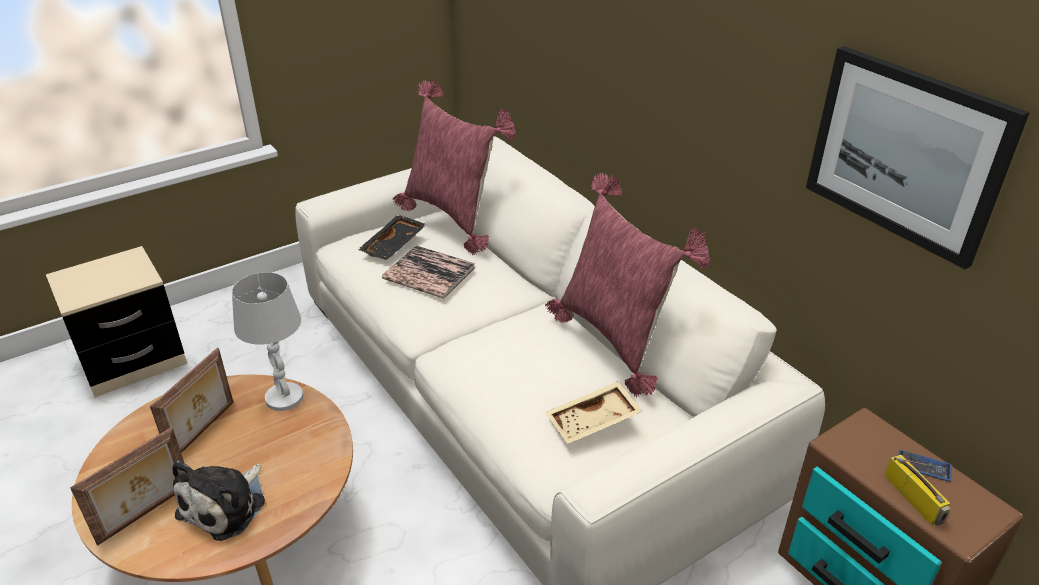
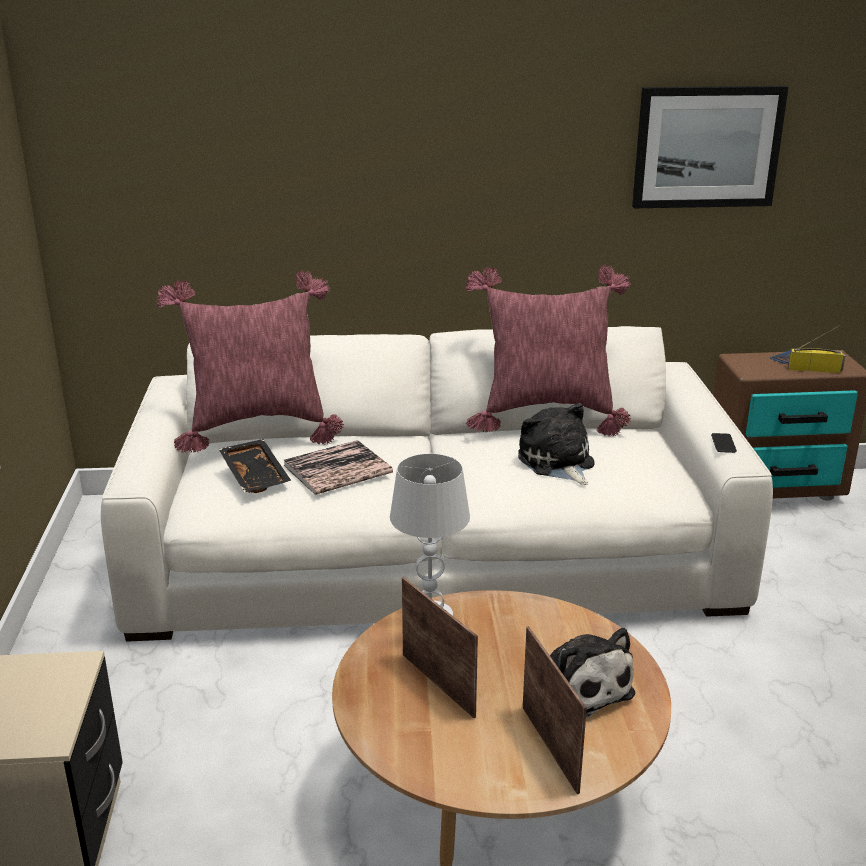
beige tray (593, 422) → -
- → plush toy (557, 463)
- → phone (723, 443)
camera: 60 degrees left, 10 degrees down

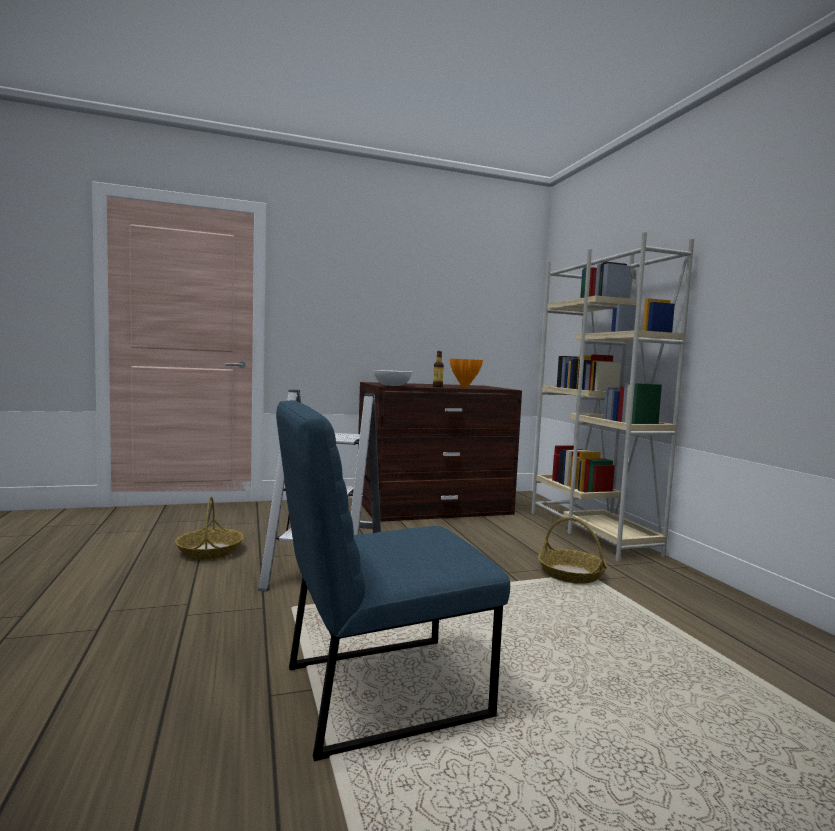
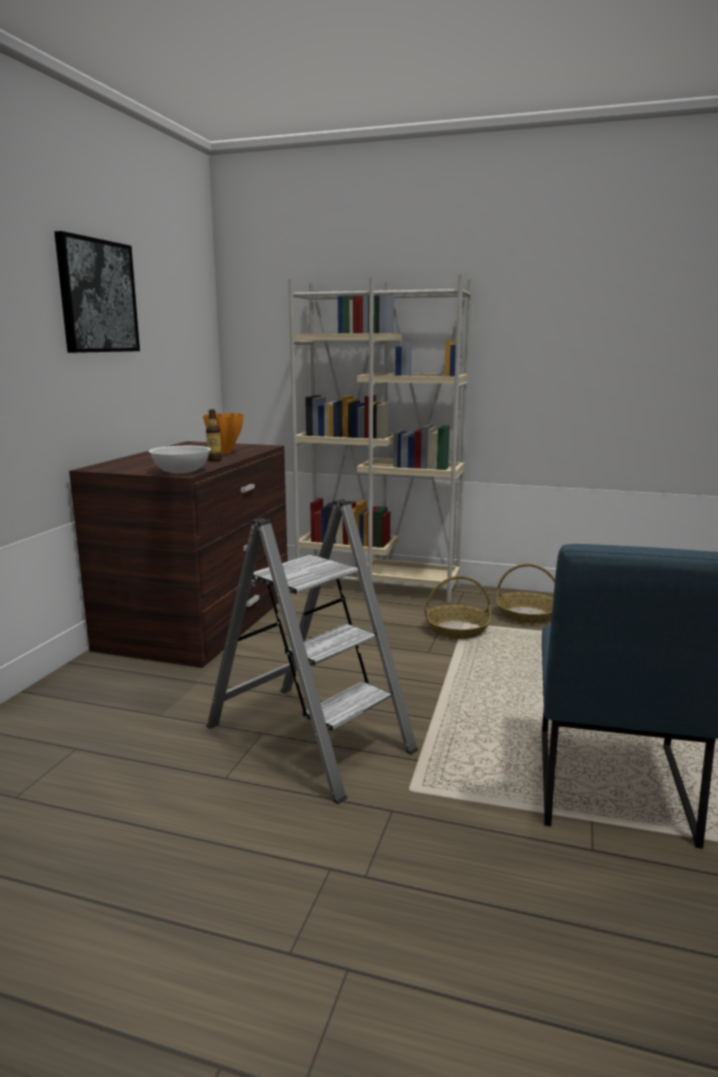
basket (209, 551) → basket (526, 615), relocated
- → picture (97, 296)
camera: 55 degrees left, 10 degrees up

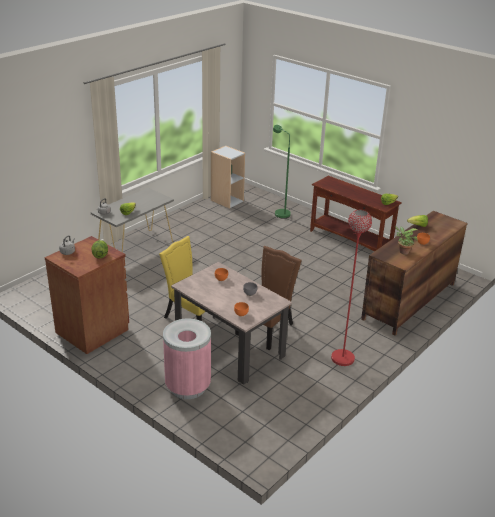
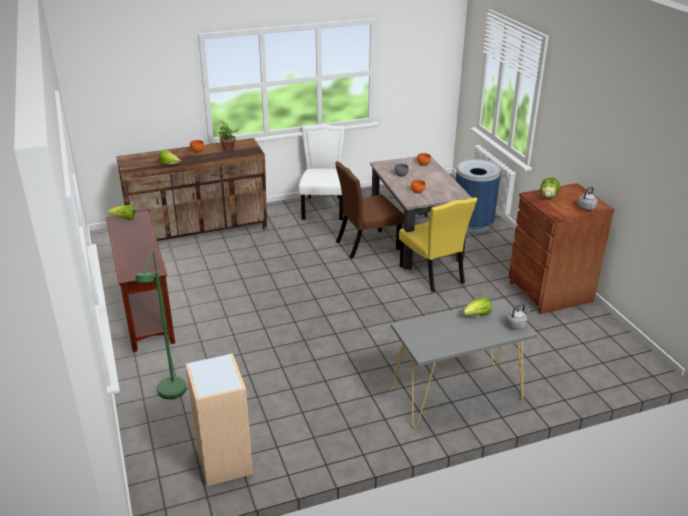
pink trash can (188, 386) → blue trash can (472, 224)
red floor lamp (342, 358) → white chair (323, 209)
camera: 150 degrees left, 0 degrees up

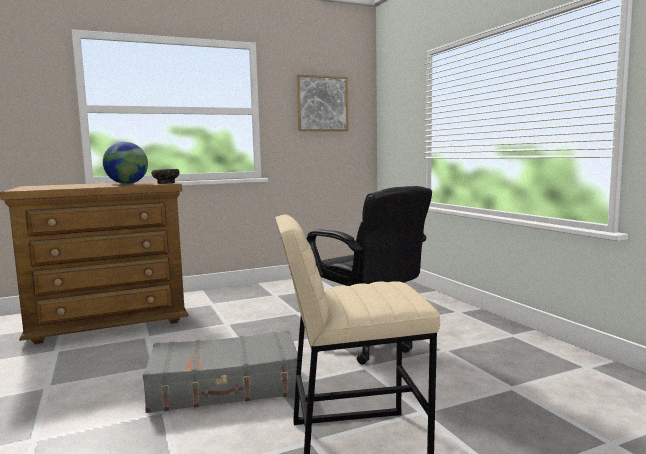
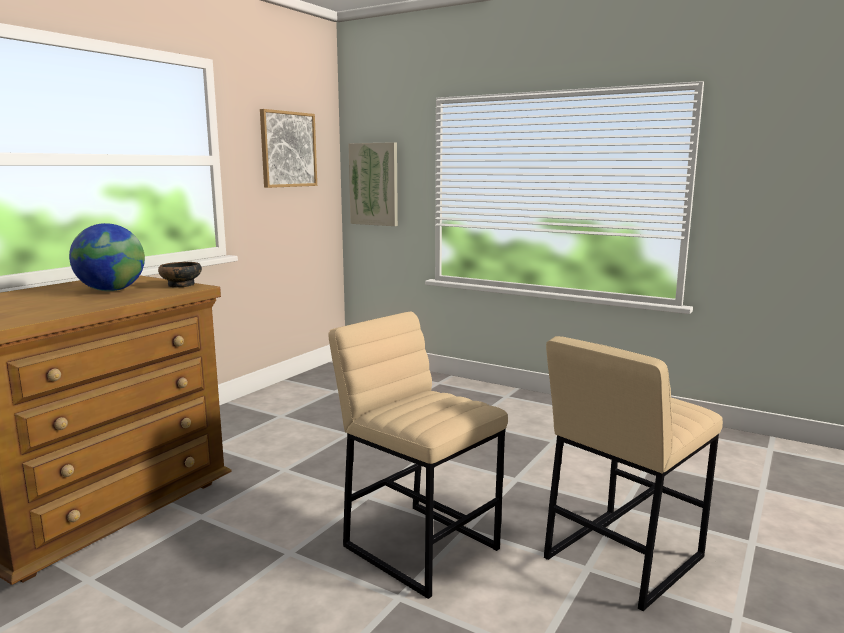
grey suitcase (226, 386) → beige chair (418, 545)
black office chair (371, 347) → -
- → picture (374, 184)
camera: 35 degrees left, 5 degrees up

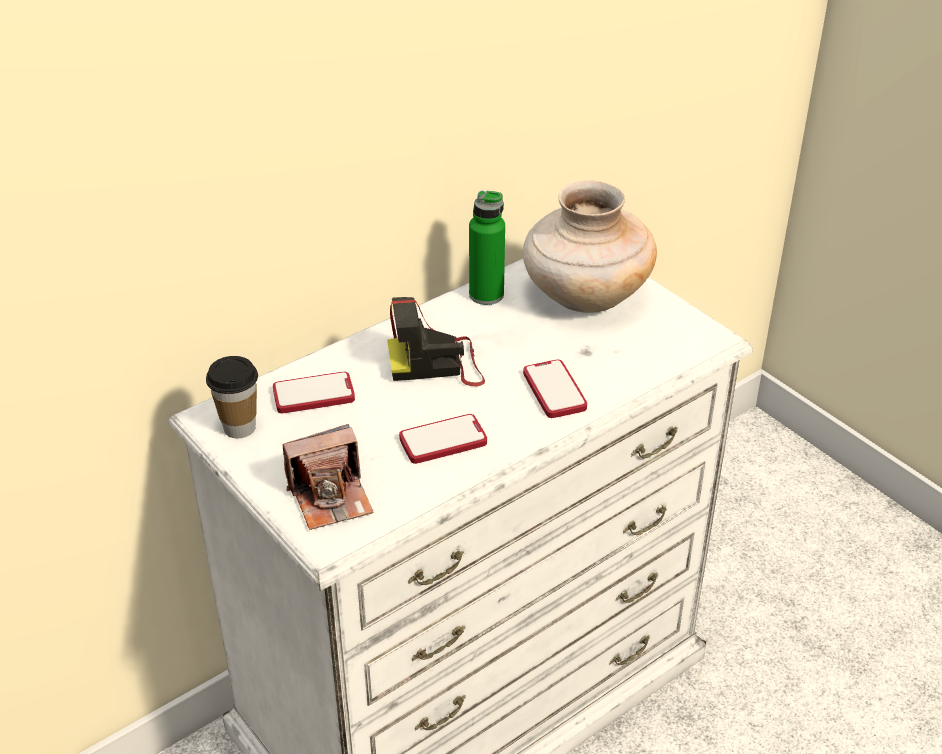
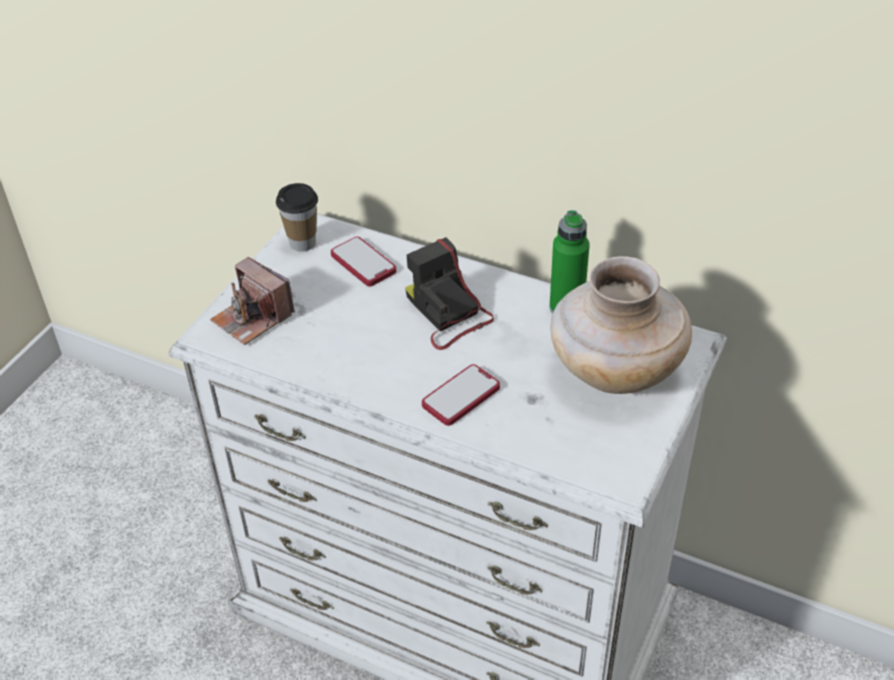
phone (443, 441) → -
camera: 65 degrees right, 5 degrees up

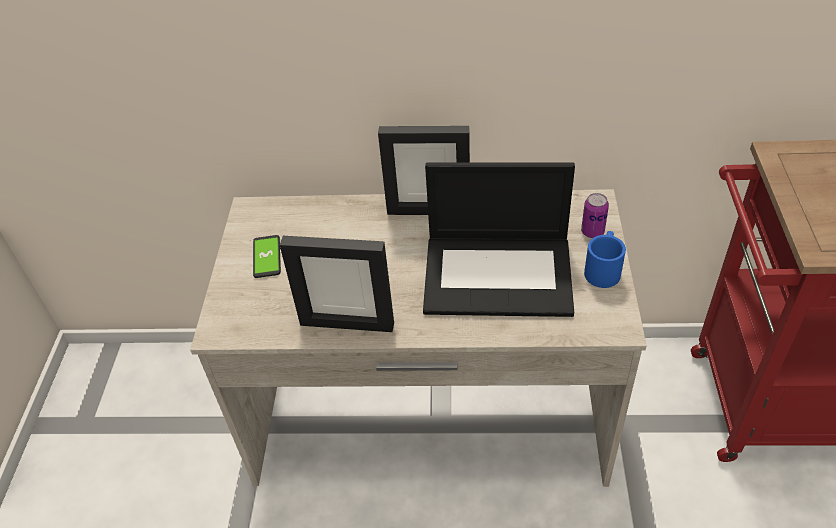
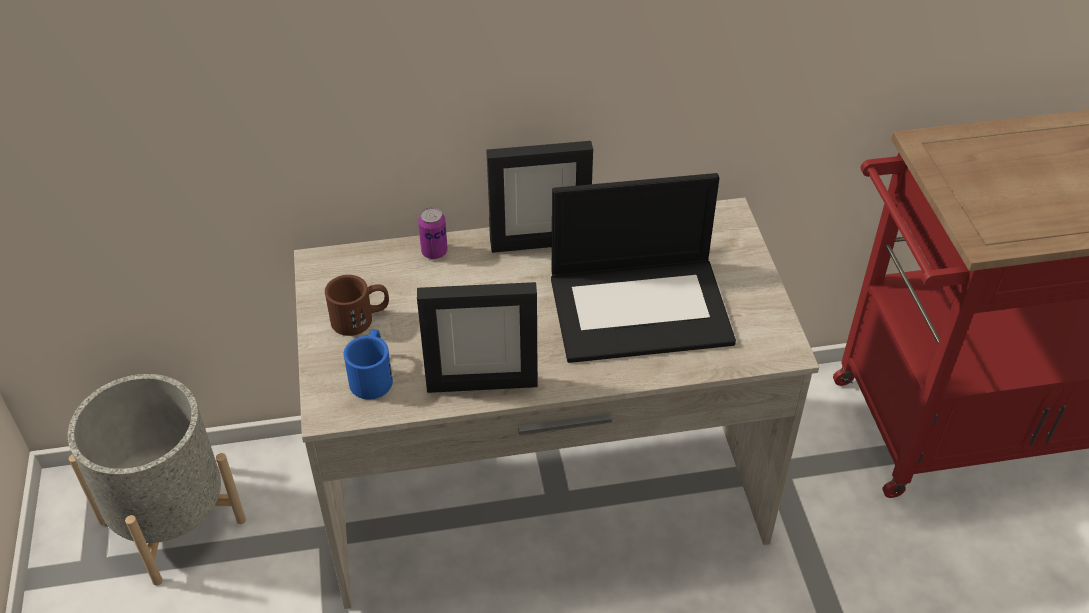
phone (267, 257) → brown mug (361, 318)
can (592, 232) → can (434, 252), relocated
blue mug (603, 268) → blue mug (373, 375), relocated
- → grey planter (172, 520)
camera: 15 degrees left, 0 degrees up

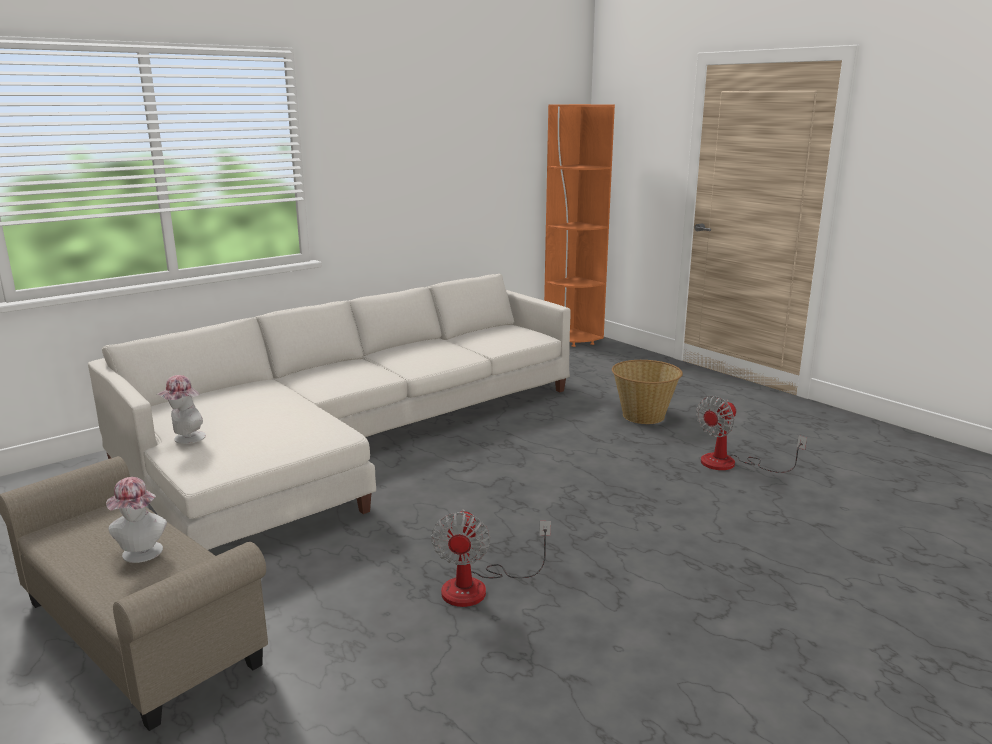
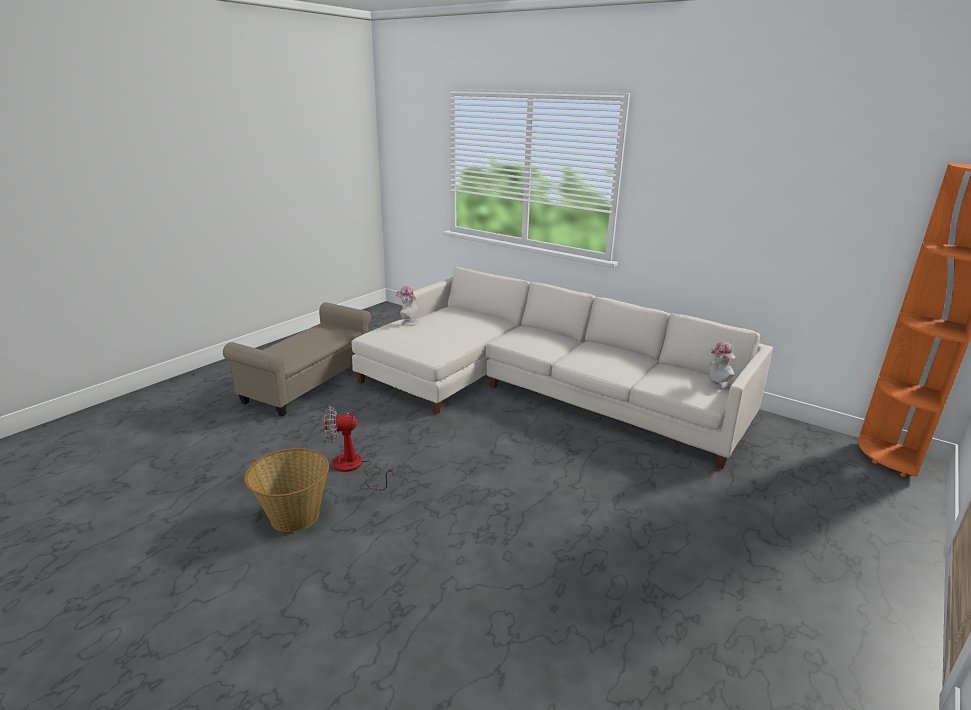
hat (141, 555) → hat (716, 384), relocated
basket (643, 416) → basket (293, 516), relocated
fan (731, 464) → -
camera: 75 degrees right, 5 degrees up

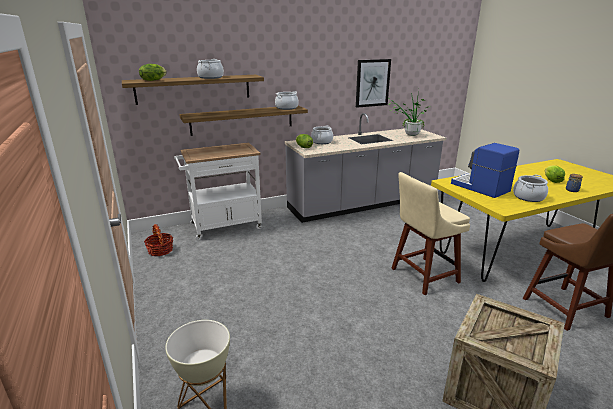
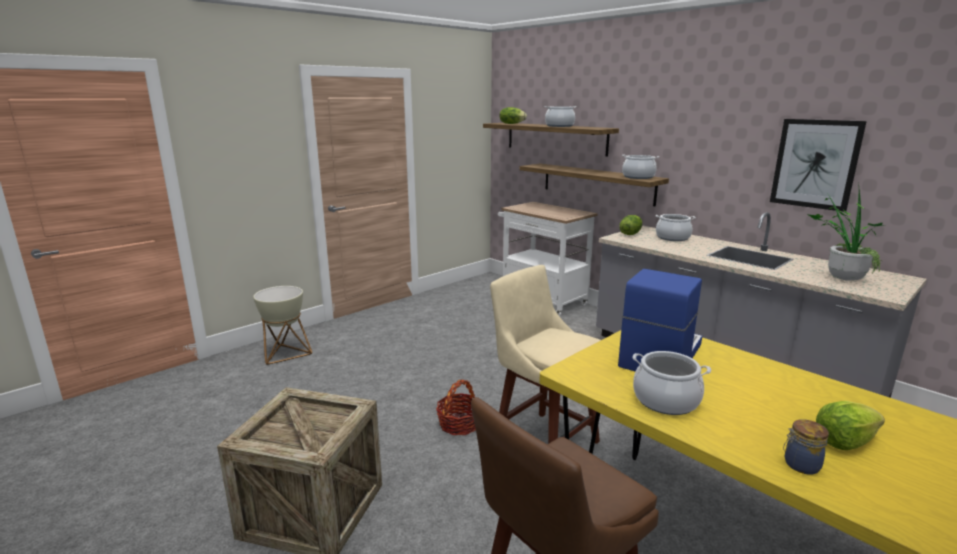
basket (160, 250) → basket (459, 424), relocated
camera: 70 degrees right, 5 degrees down

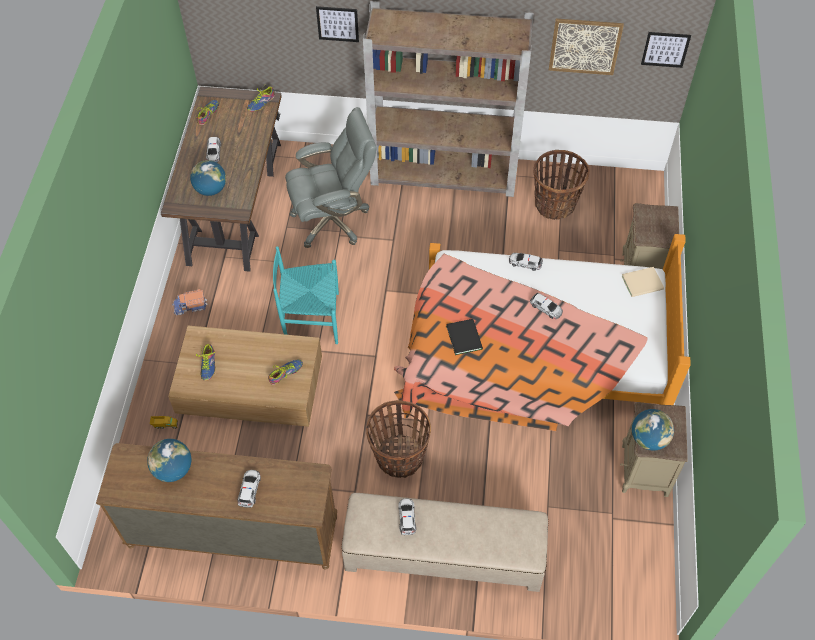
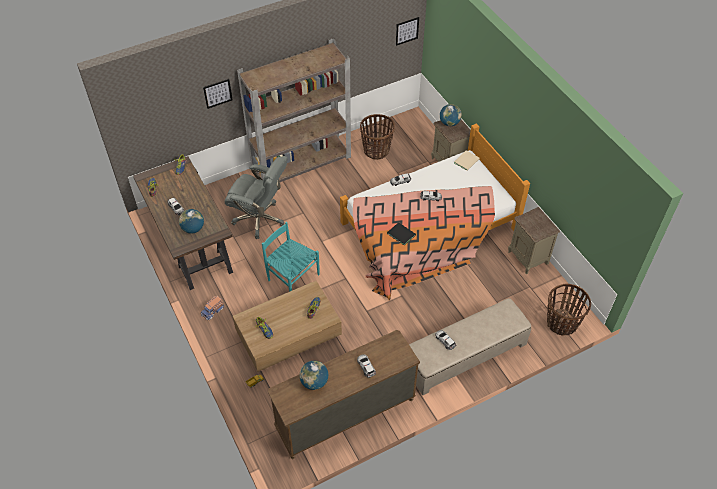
turquoise chair (311, 319) → turquoise chair (292, 278), 75 degrees clockwise
grey office chair (334, 222) → grey office chair (260, 220), 75 degrees clockwise
basket (399, 457) → basket (561, 323), relocated
picture (585, 46) → -
globe (648, 439) → globe (449, 123), relocated
camera: 35 degrees left, 5 degrees down

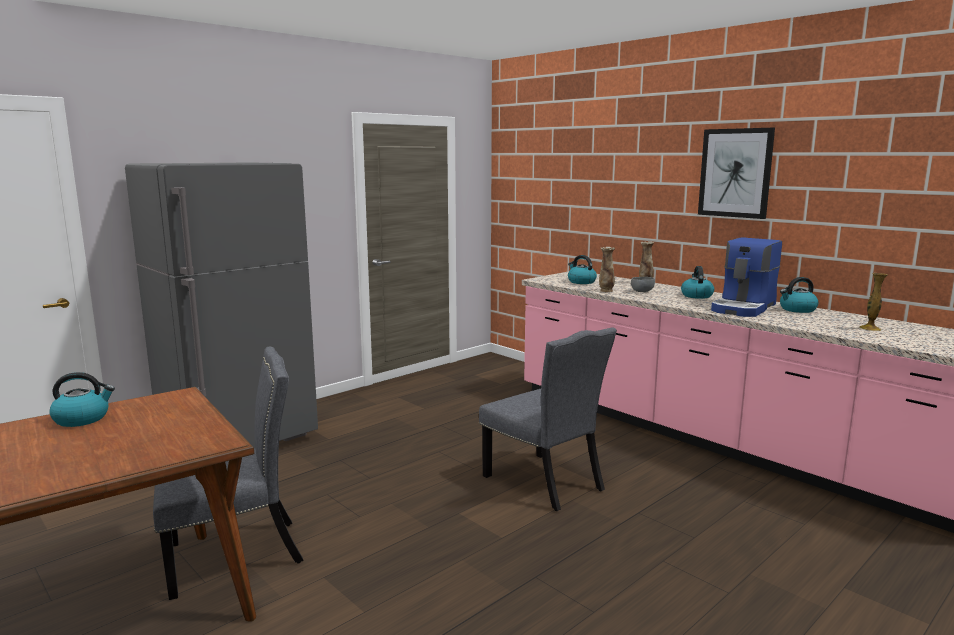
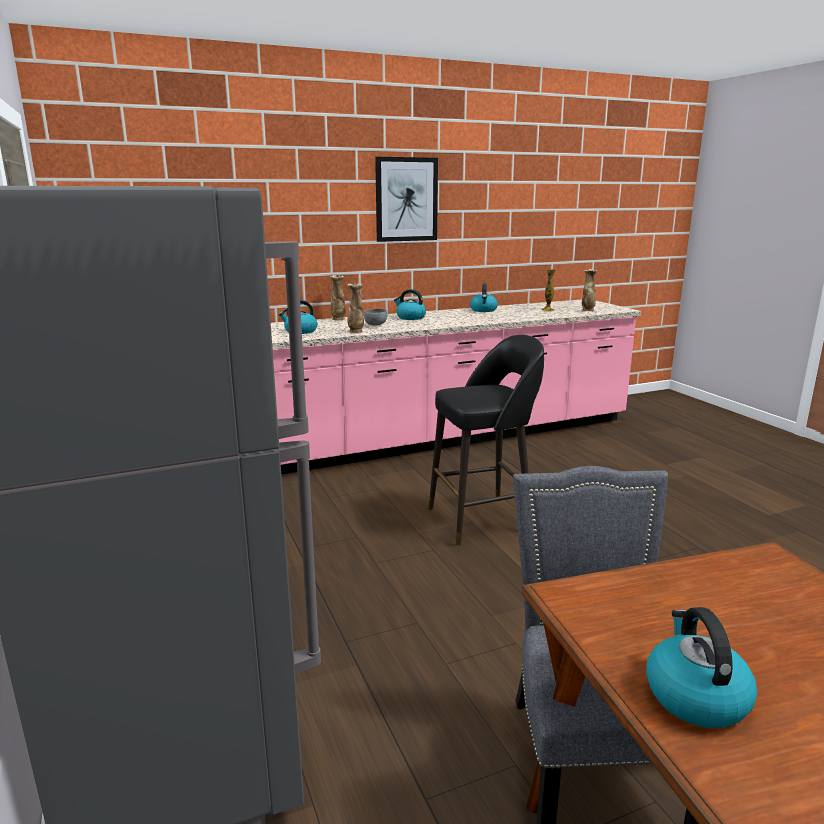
grey chair (543, 481) → black stool (483, 520)
coffee machine (744, 308) → -
- → vase (587, 310)
camera: 70 degrees left, 5 degrees up

